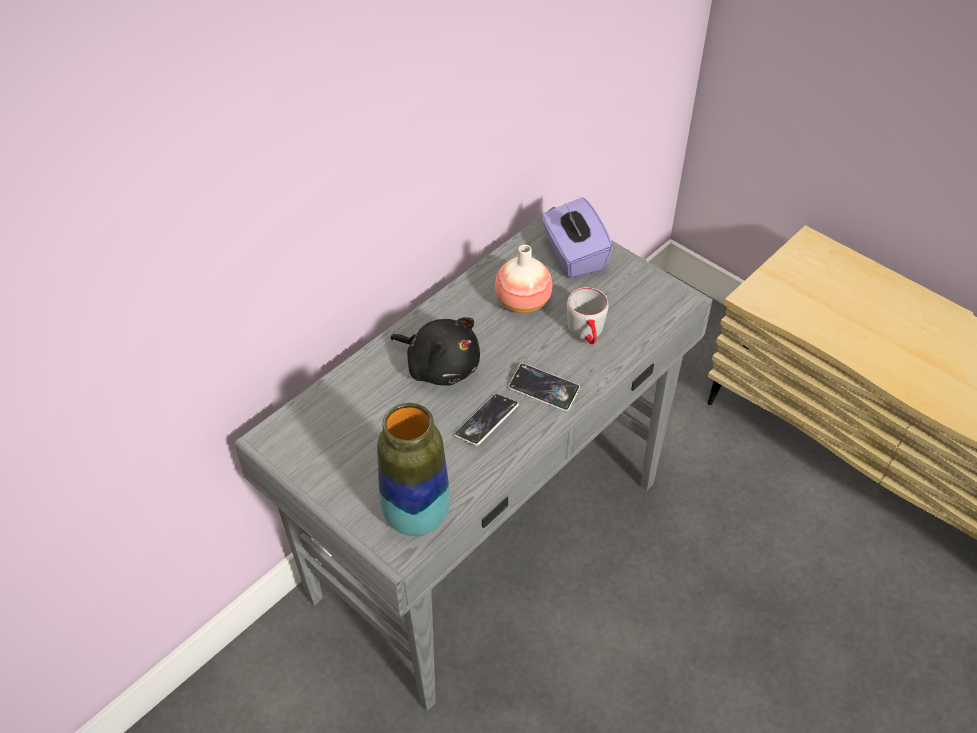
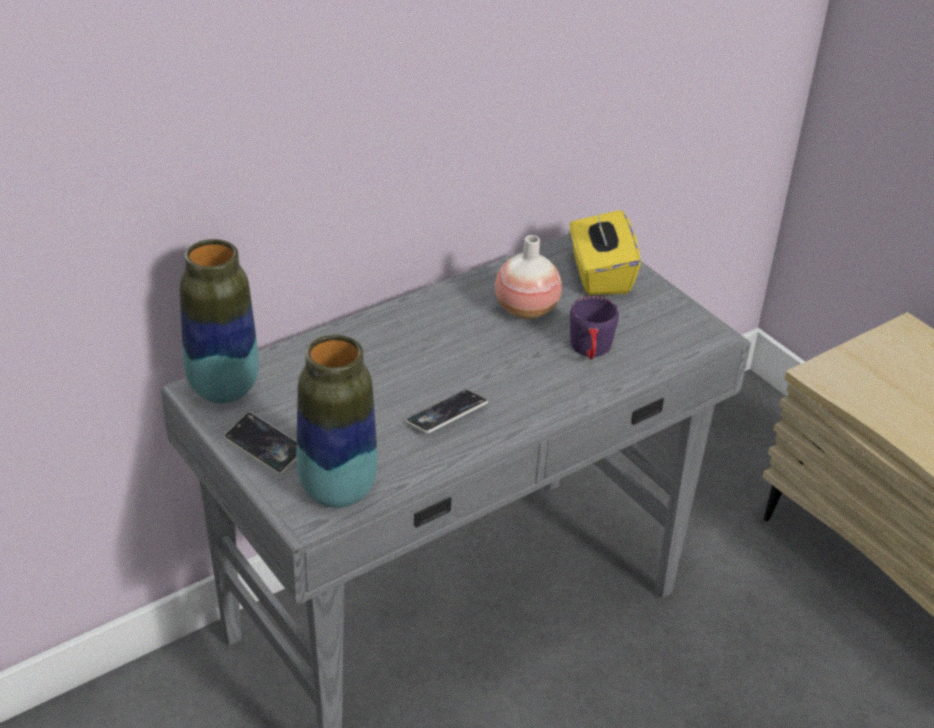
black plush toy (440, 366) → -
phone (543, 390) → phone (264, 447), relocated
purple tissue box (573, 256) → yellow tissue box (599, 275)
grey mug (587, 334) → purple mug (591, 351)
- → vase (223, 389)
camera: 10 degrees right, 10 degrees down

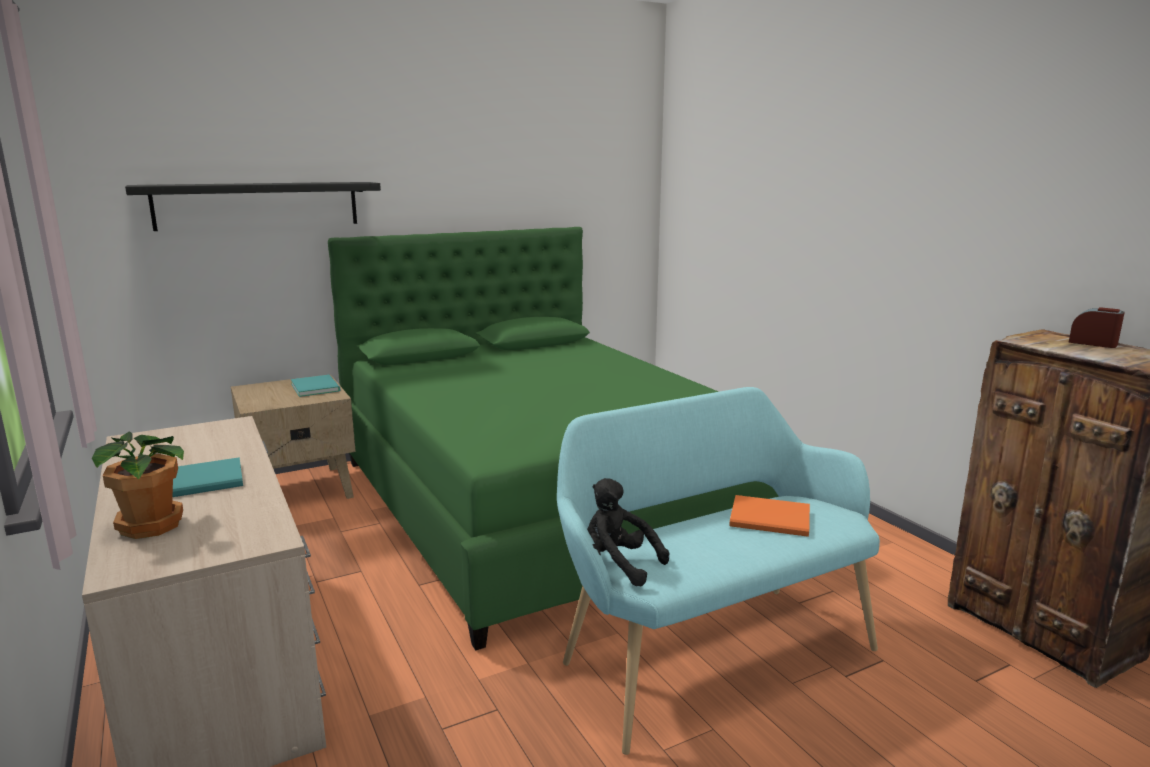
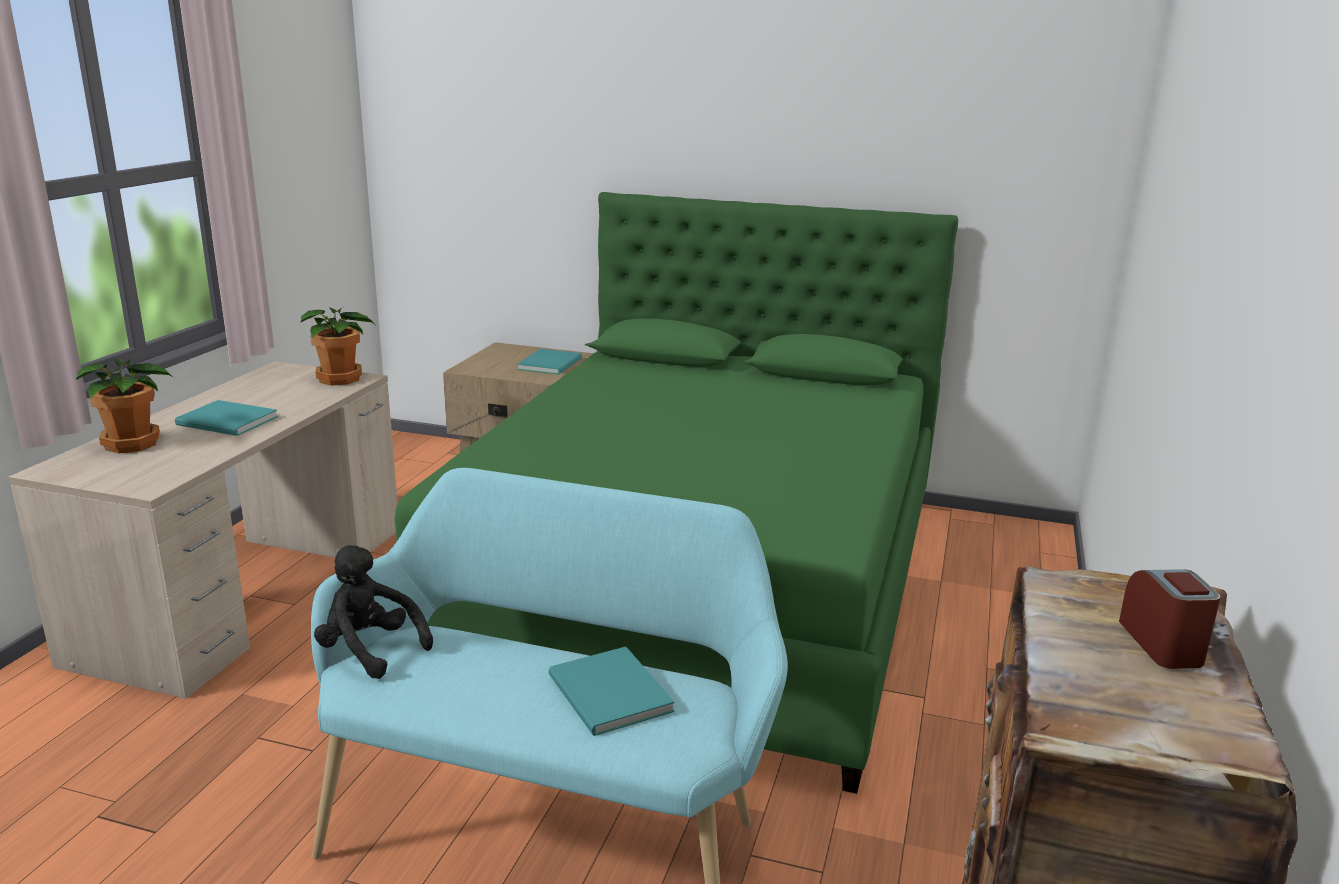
black shelf (258, 205) → -
black plush toy (617, 565) → black plush toy (369, 650), 45 degrees counterclockwise
orange book (772, 520) → turquoise book (608, 696)
- → potted plant (341, 379)
camera: 45 degrees right, 5 degrees up

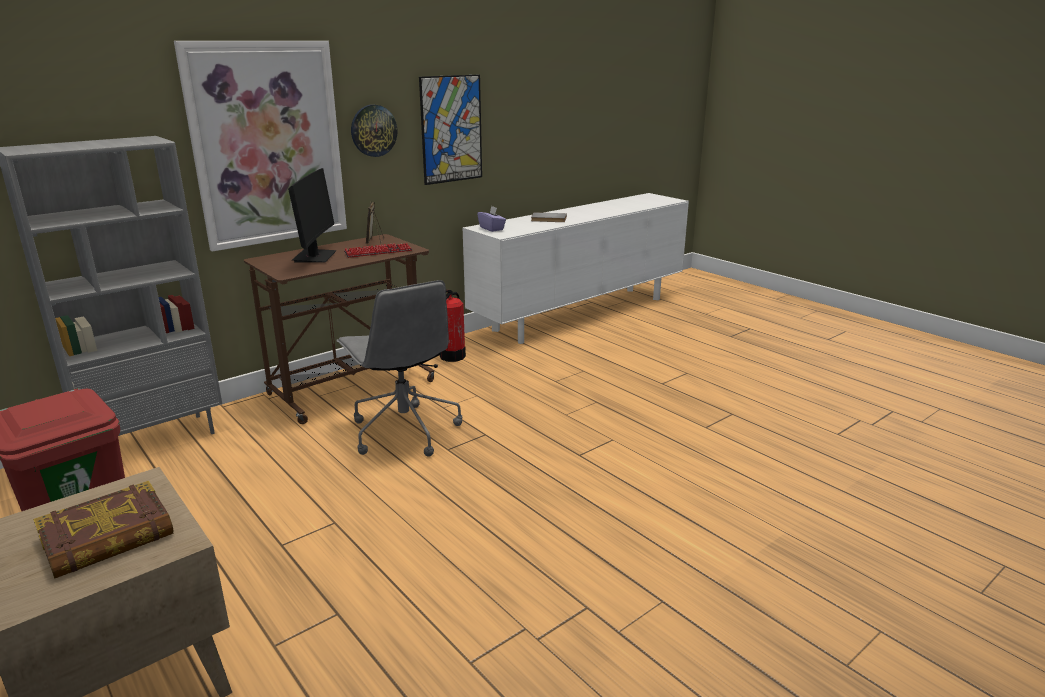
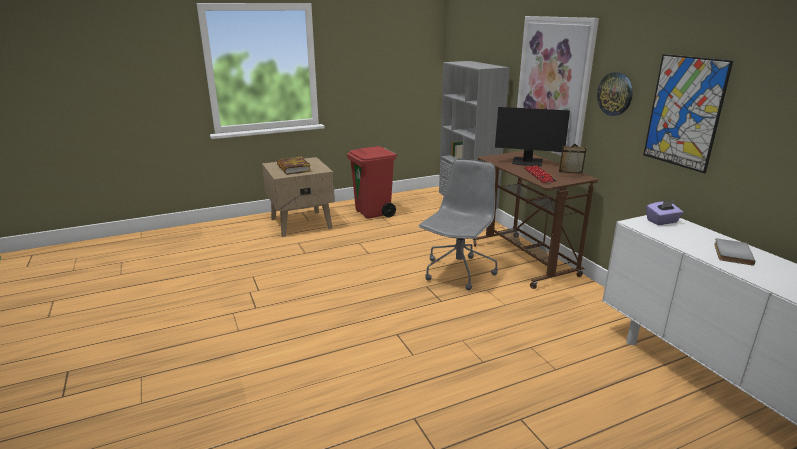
grey office chair (402, 430) → grey office chair (457, 274), 135 degrees clockwise
fire extinguisher (453, 356) → -
camera: 105 degrees right, 0 degrees up

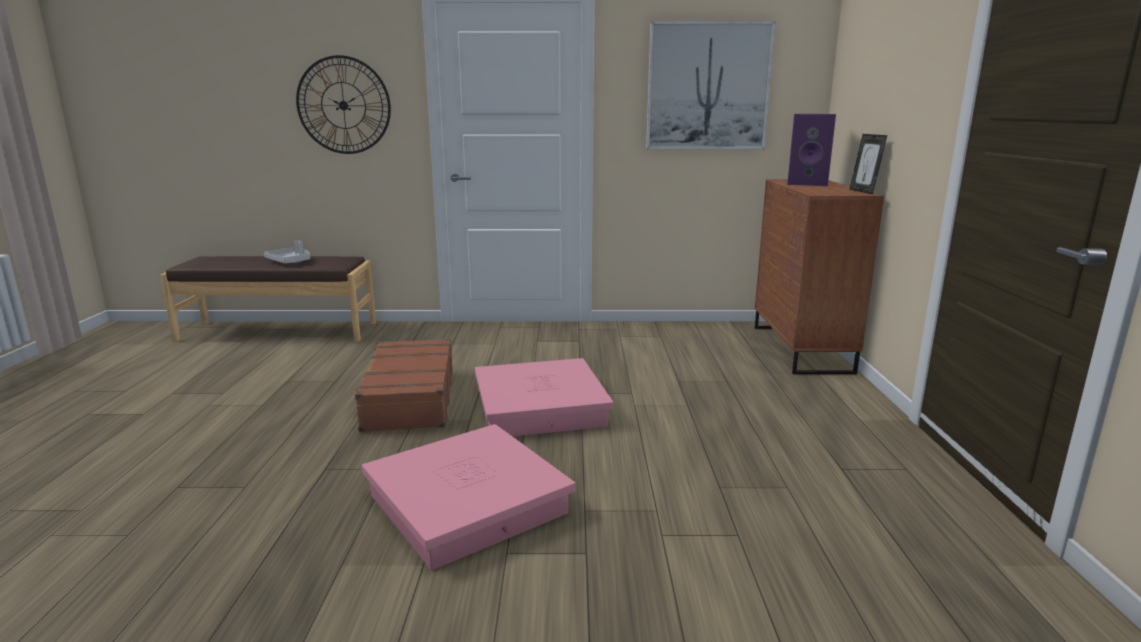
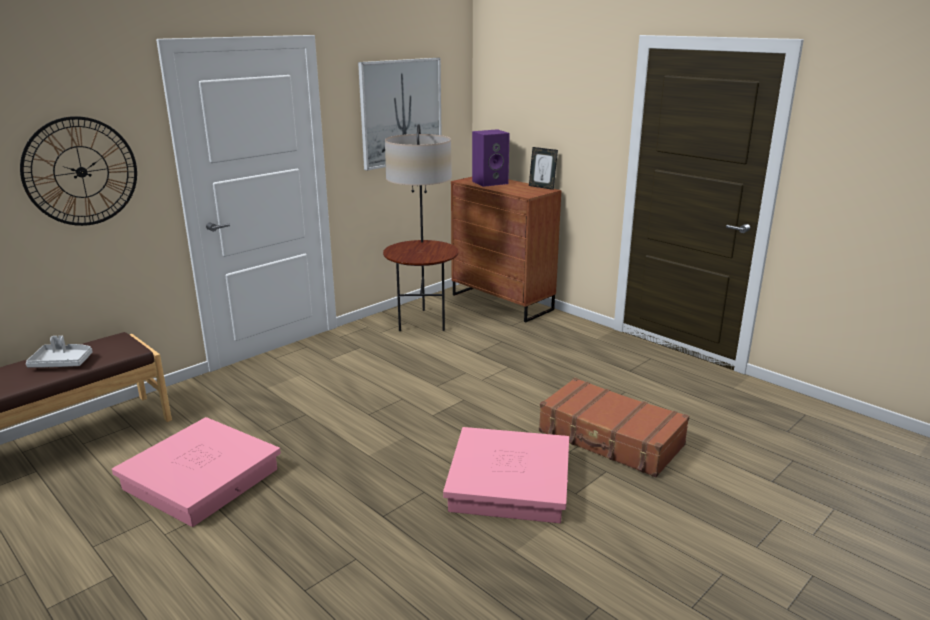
brown suitcase (409, 398) → brown suitcase (610, 439), relocated
pink storage box (539, 407) → pink storage box (200, 479), relocated
- → floor lamp (422, 321)
camera: 45 degrees left, 5 degrees up

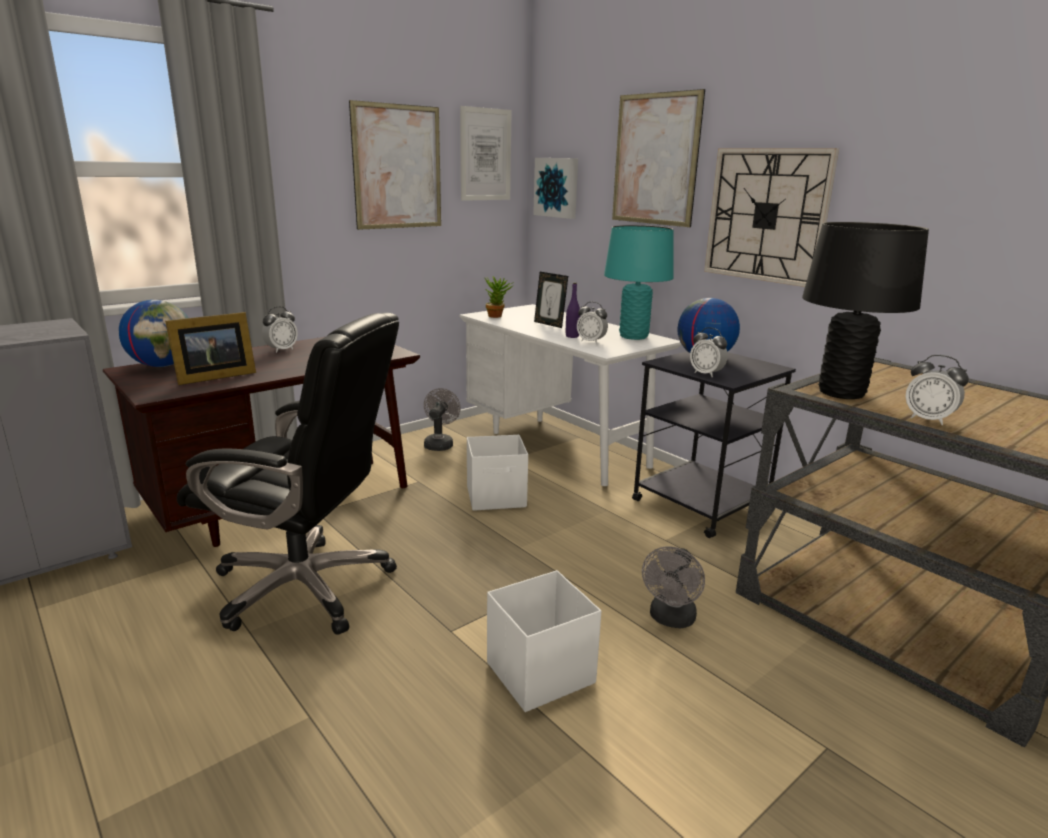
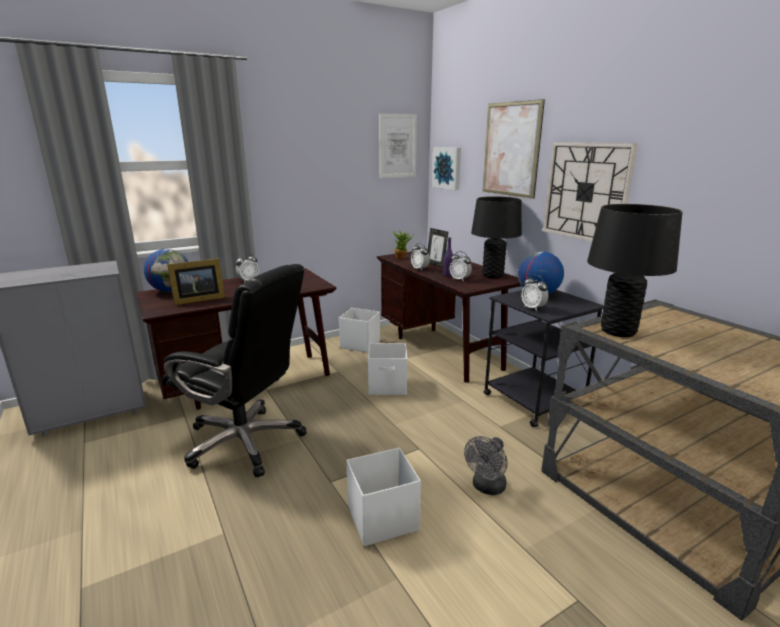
picture (397, 167) → -
grey fan (440, 444) → white storage box (360, 344)
white desk (559, 445) → brown desk (442, 349)
turquoise table lamp (633, 336) → black table lamp (493, 276)
alarm clock (928, 420) → alarm clock (420, 269), relocated
camera: 10 degrees right, 0 degrees up

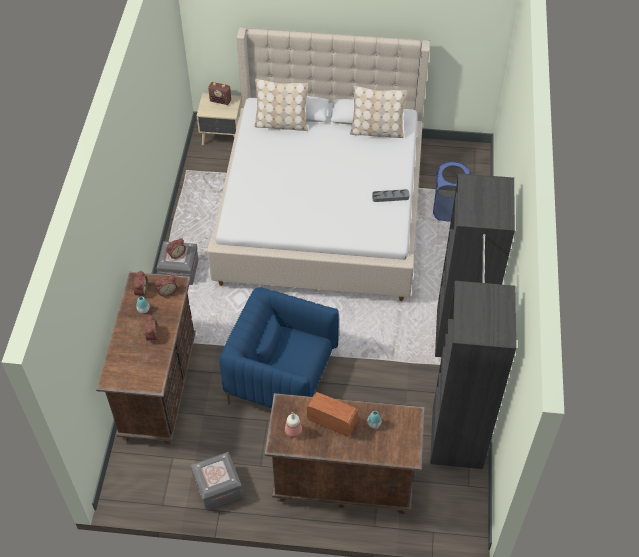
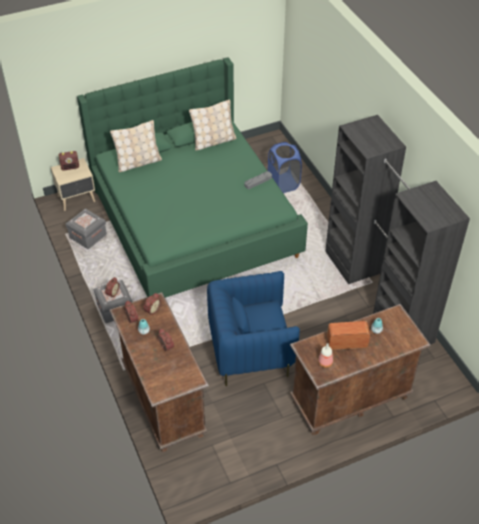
grey storage box (218, 487) → grey storage box (88, 236), relocated
beige bed (322, 210) → green bed (194, 220)
camera: 30 degrees left, 5 degrees down

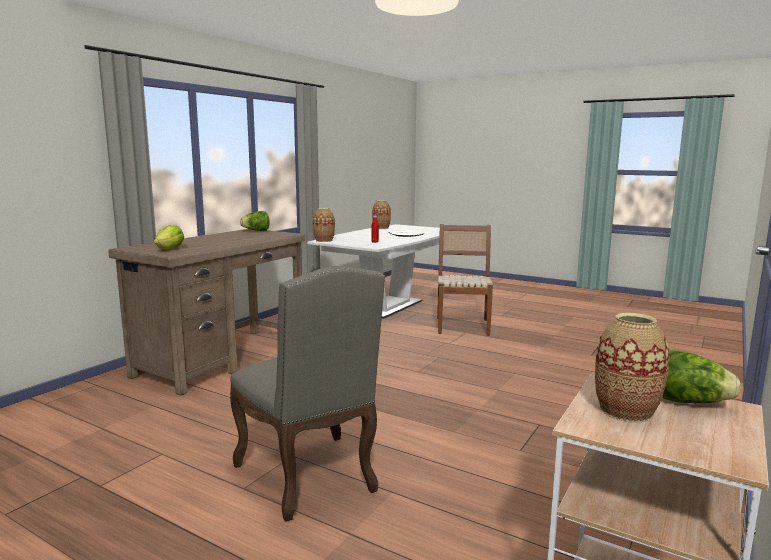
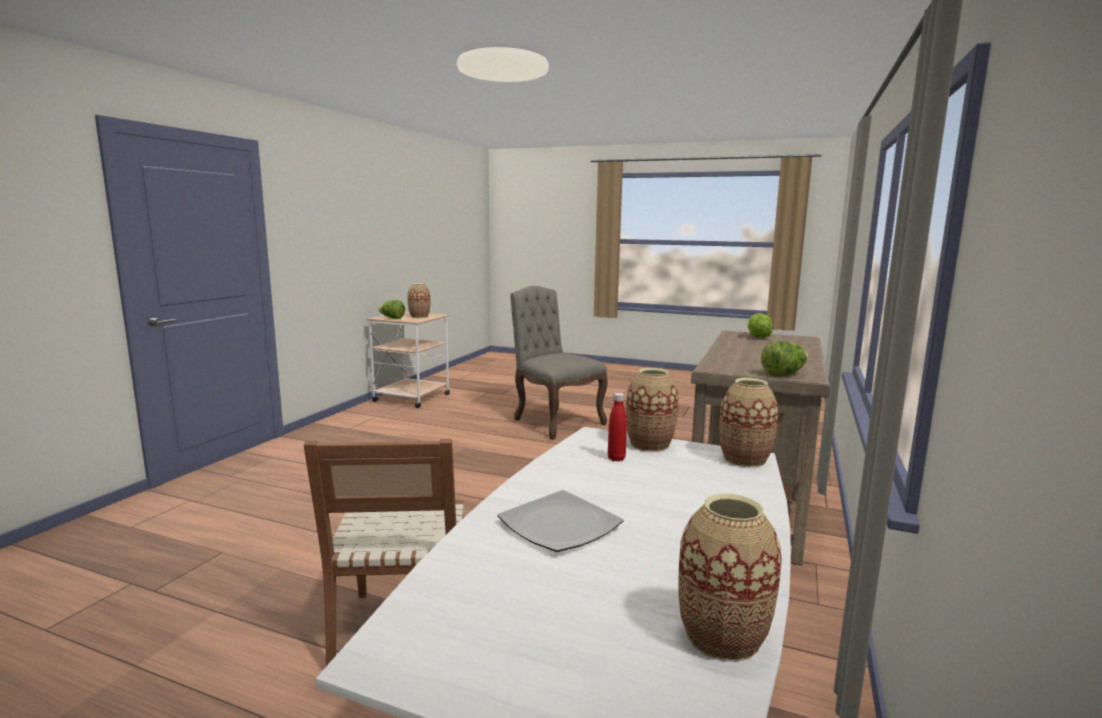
- → vase (649, 444)
camera: 170 degrees right, 0 degrees up

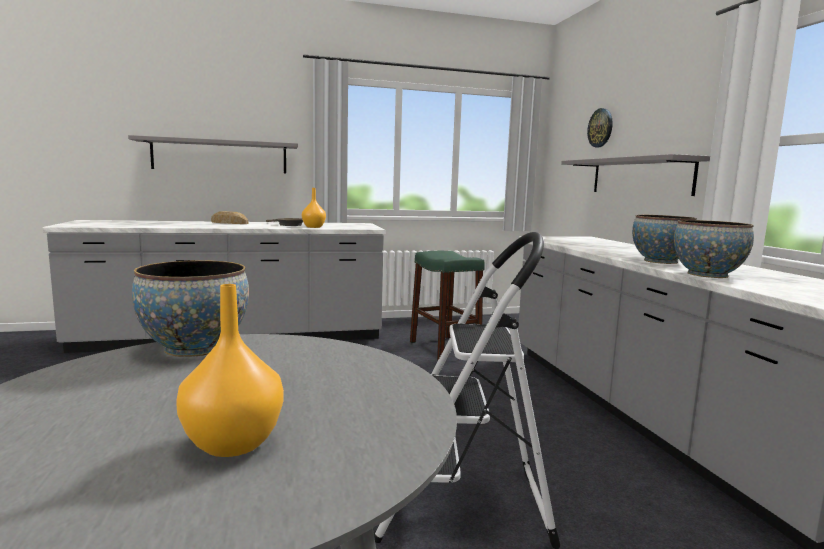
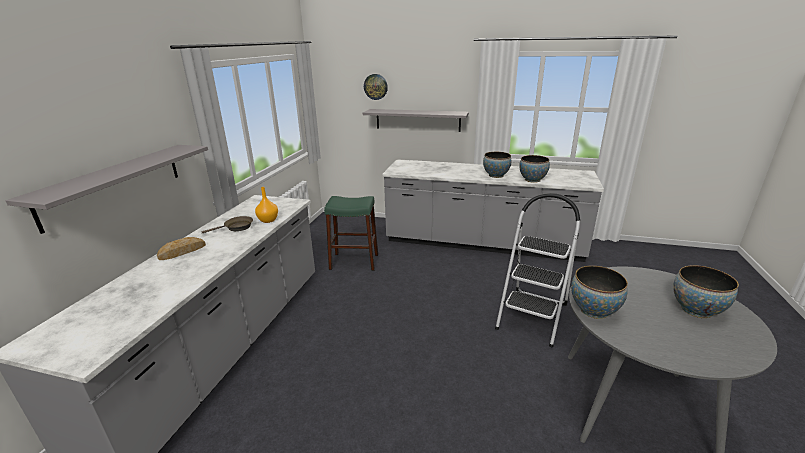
orange vase (232, 444) → bowl (696, 310)
camera: 60 degrees left, 15 degrees up

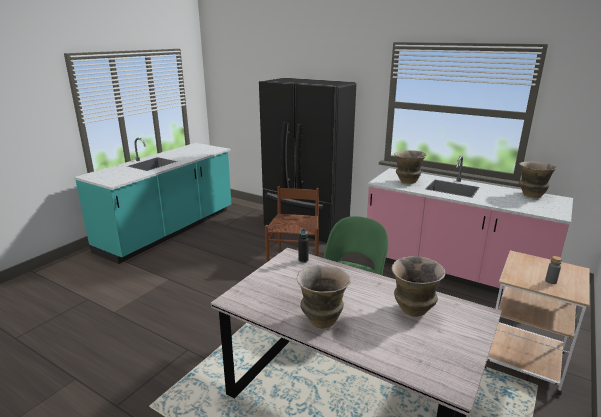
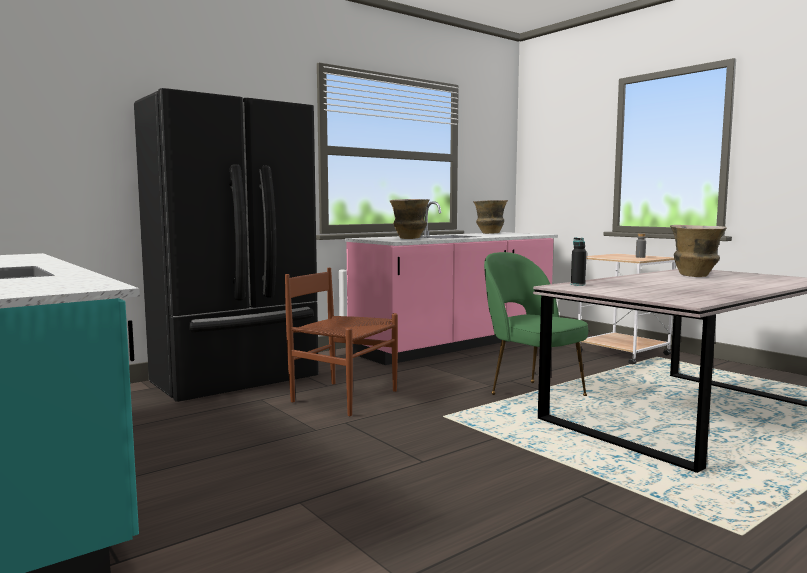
vase (322, 320) → -
camera: 70 degrees left, 15 degrees down

